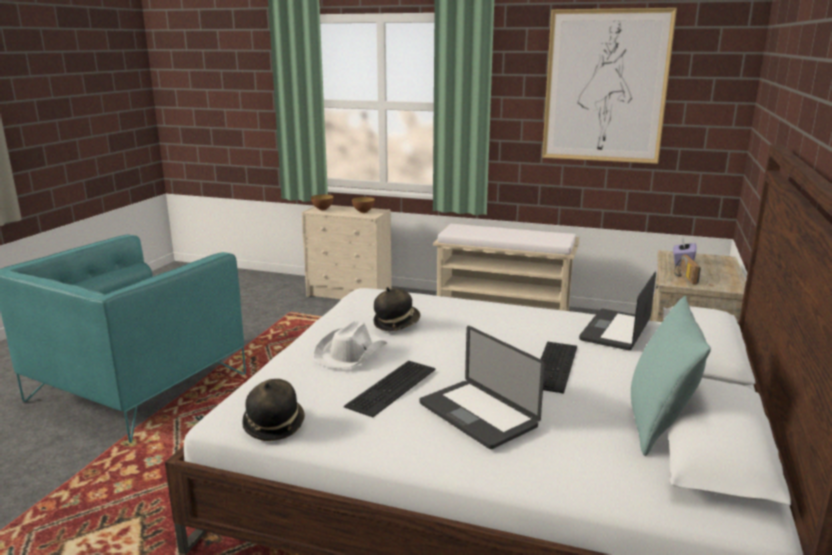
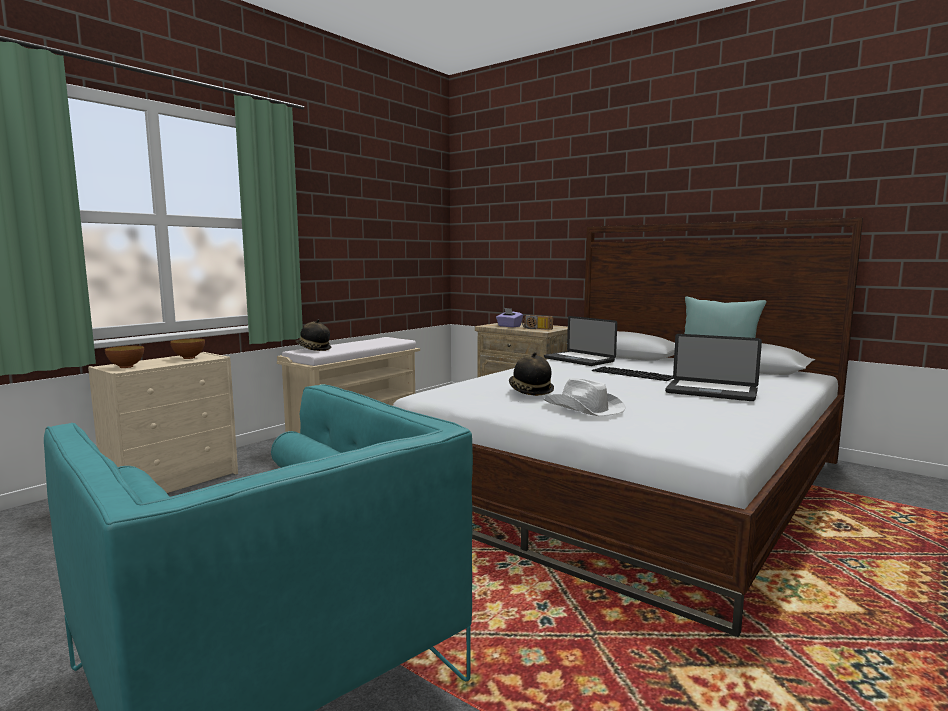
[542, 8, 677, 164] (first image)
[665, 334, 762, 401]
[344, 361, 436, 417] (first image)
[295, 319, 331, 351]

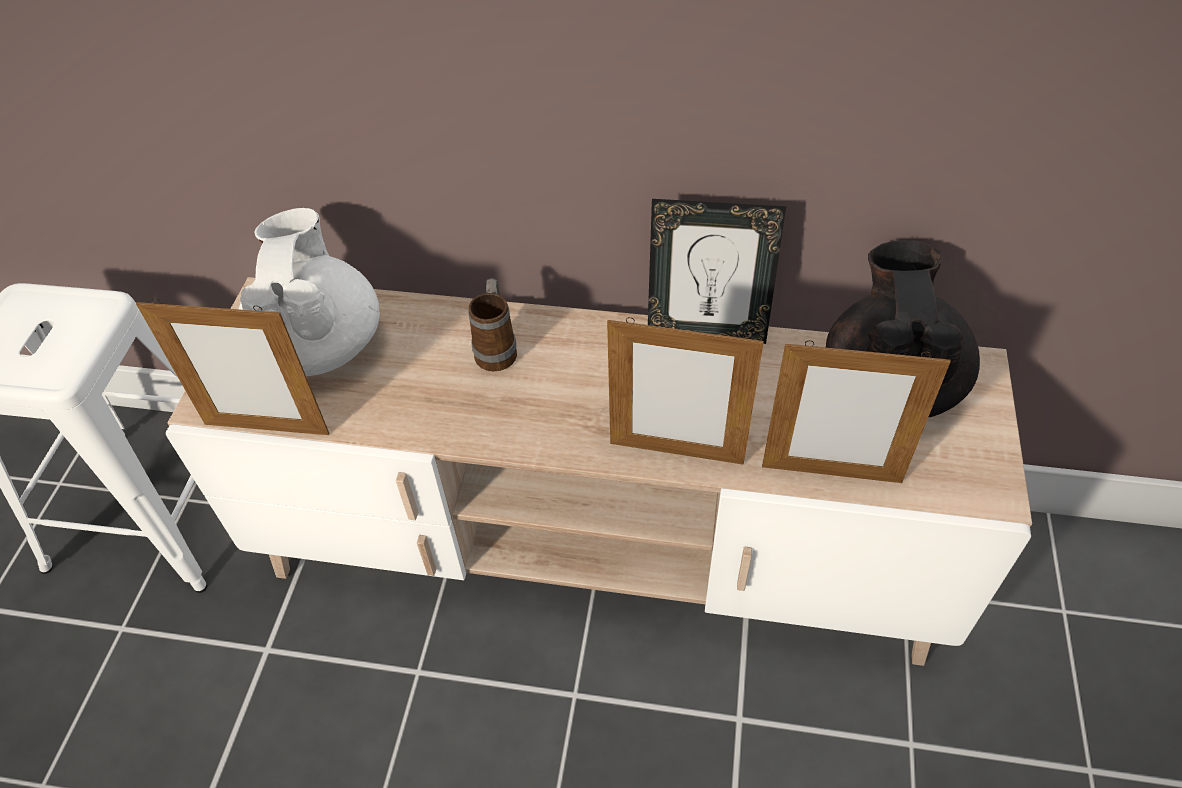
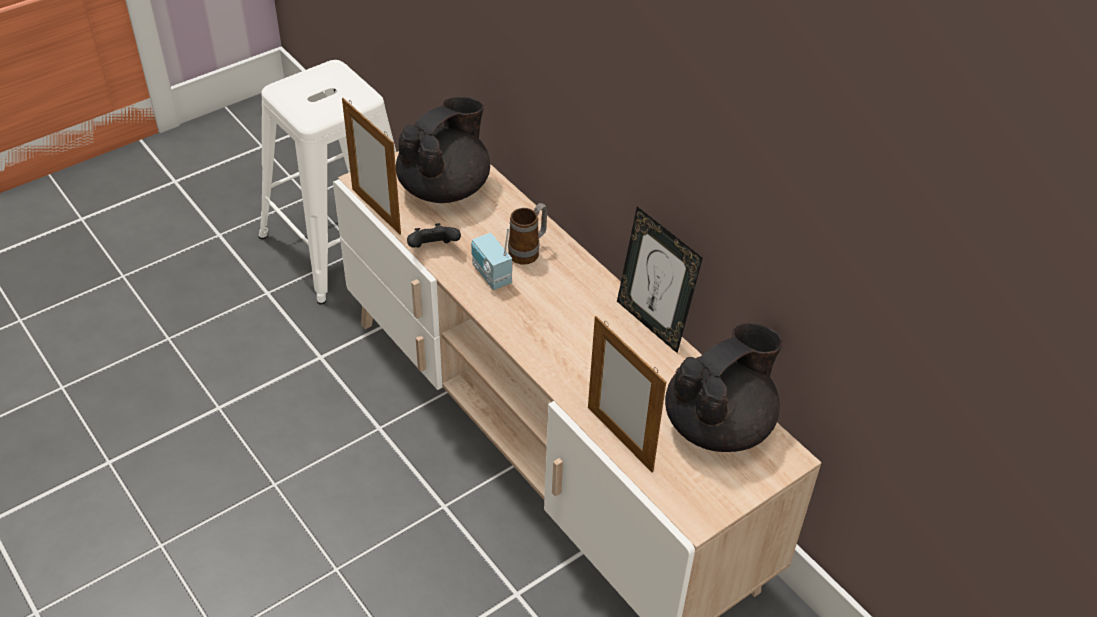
[396, 97, 490, 203]
[607, 317, 764, 465] (first image)
[407, 223, 461, 248]
[471, 227, 512, 290]

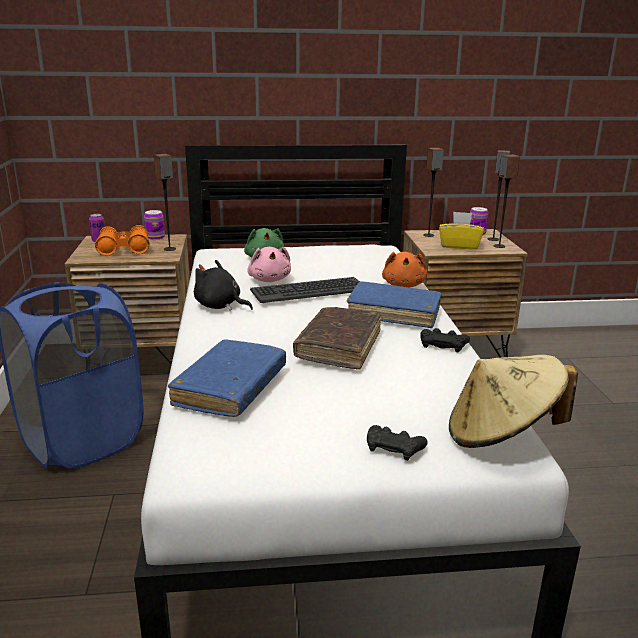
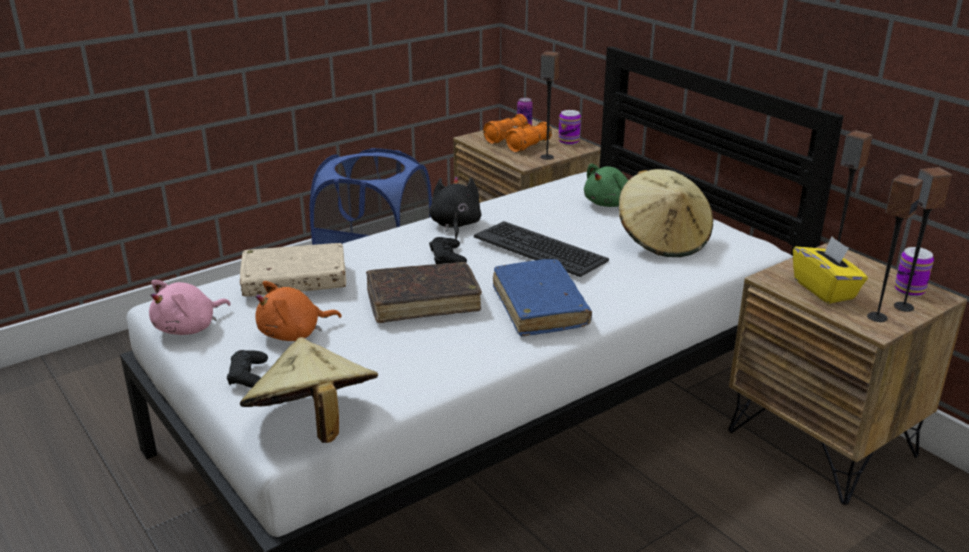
[149, 280, 231, 335]
[255, 281, 342, 341]
[429, 237, 467, 264]
[240, 243, 346, 297]
[619, 169, 713, 257]

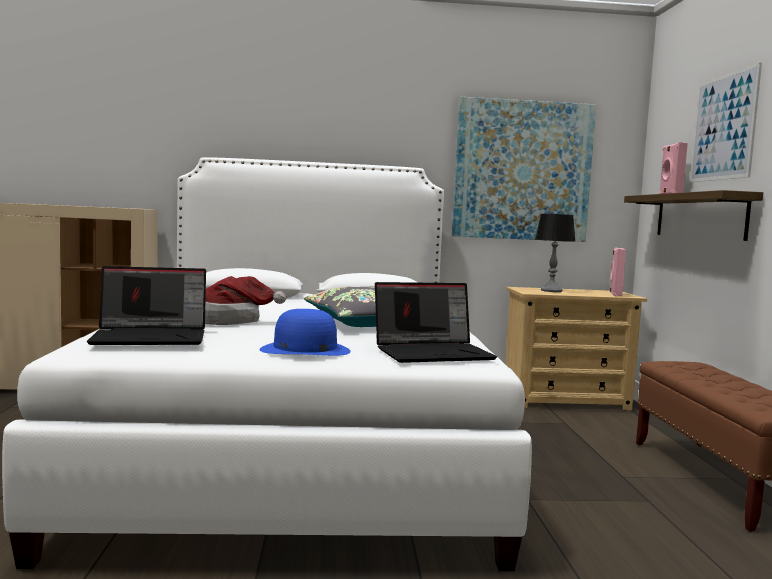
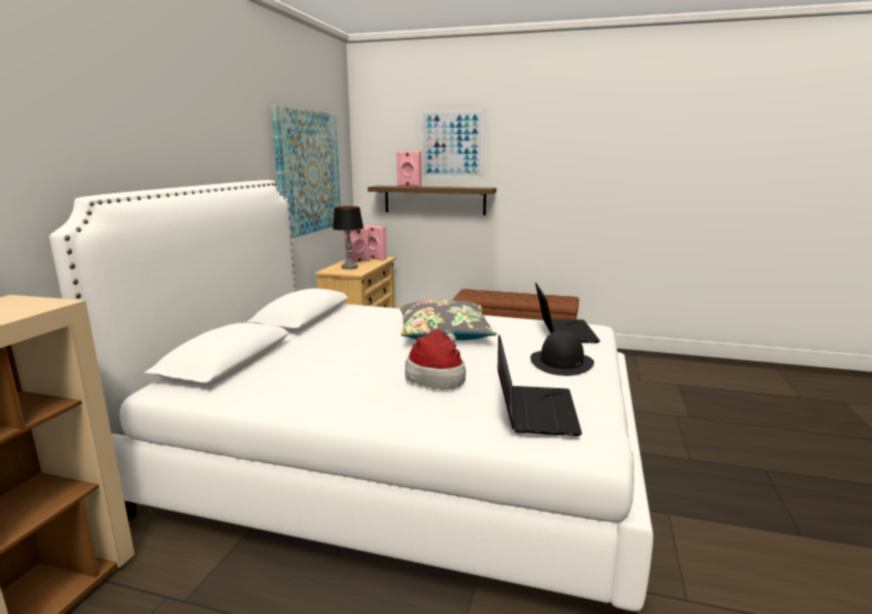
[530, 331, 594, 376]
[344, 227, 370, 263]

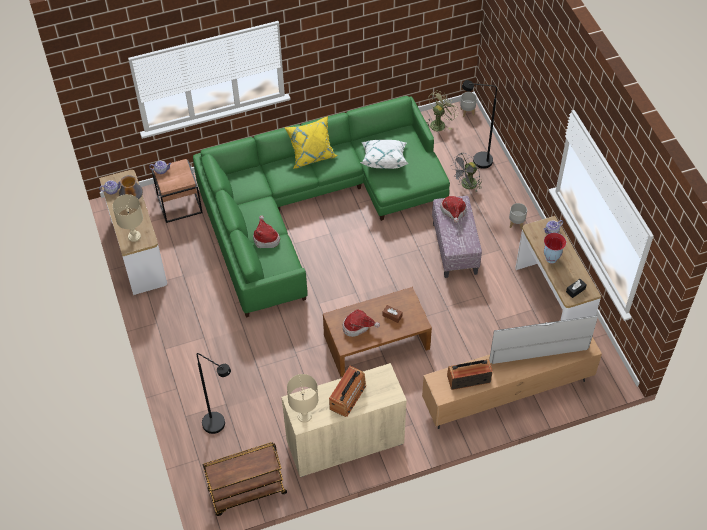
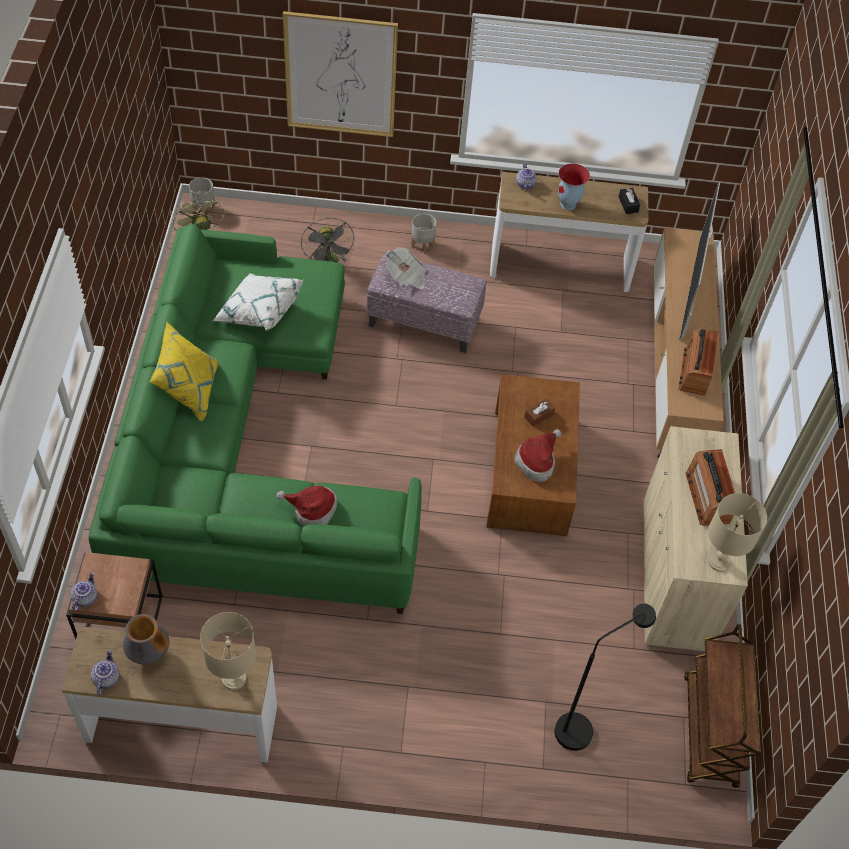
[462, 80, 497, 169] (first image)
[386, 247, 426, 289]
[685, 449, 735, 526]
[283, 11, 398, 137]

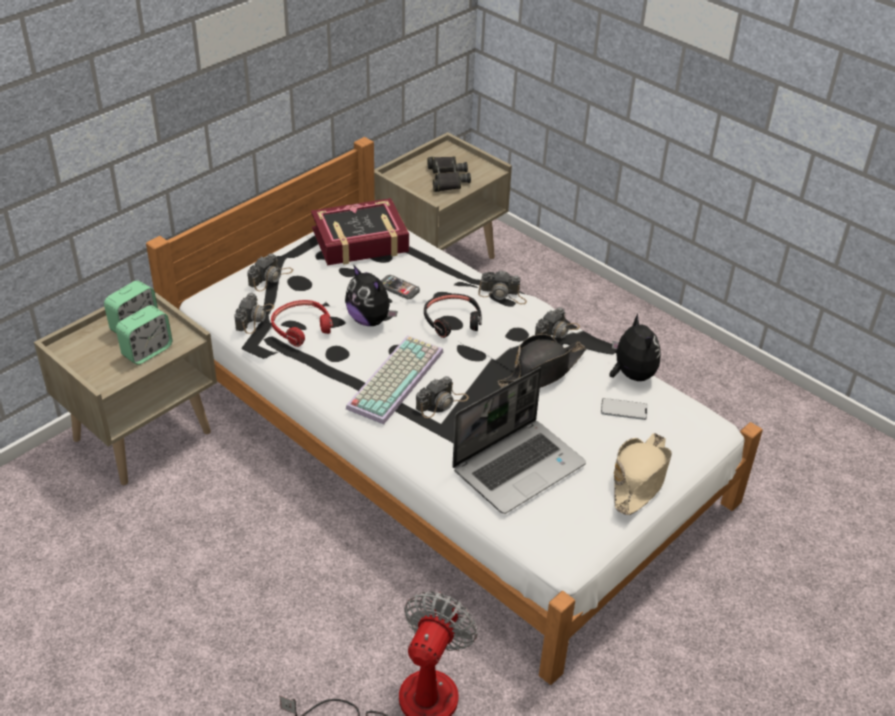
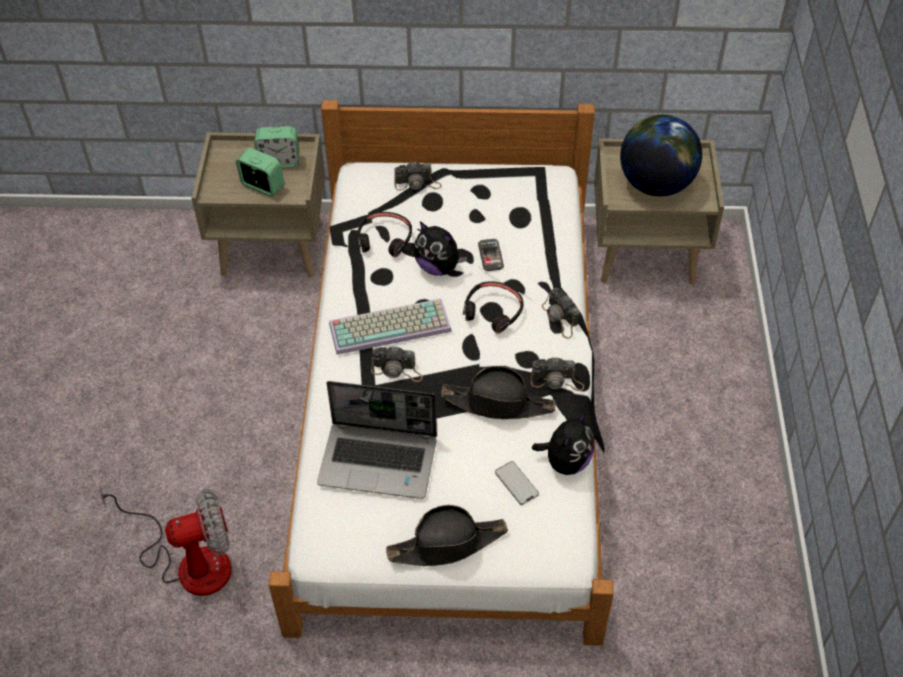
[620, 115, 702, 196]
[311, 198, 409, 265] (first image)
[414, 221, 467, 276]
[234, 293, 274, 334] (first image)
[357, 212, 412, 257]
[236, 147, 284, 197]
[386, 505, 508, 566]

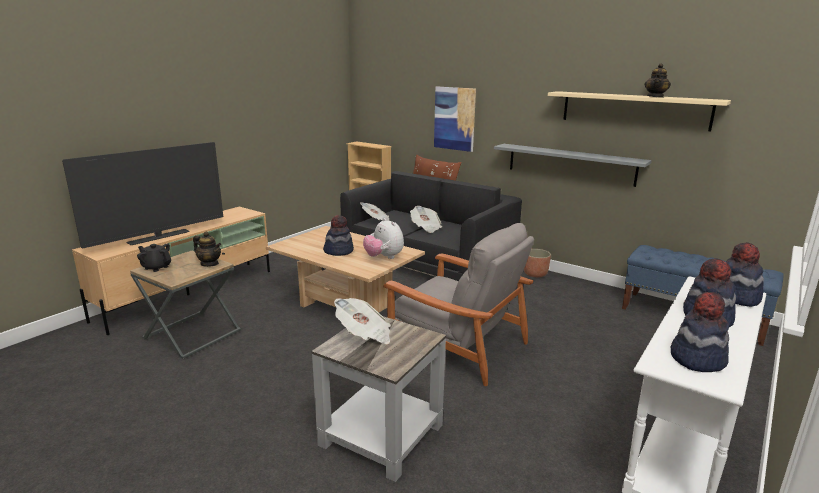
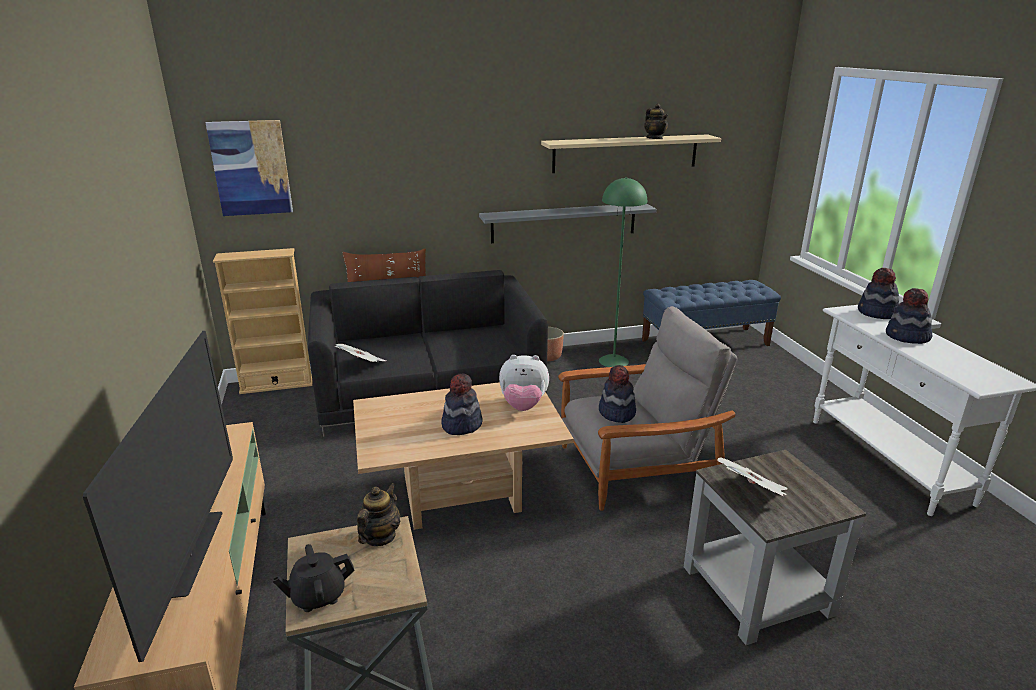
[205, 120, 293, 216]
[410, 206, 442, 233] (first image)
[357, 483, 400, 546]
[599, 365, 636, 423]
[599, 177, 647, 367]

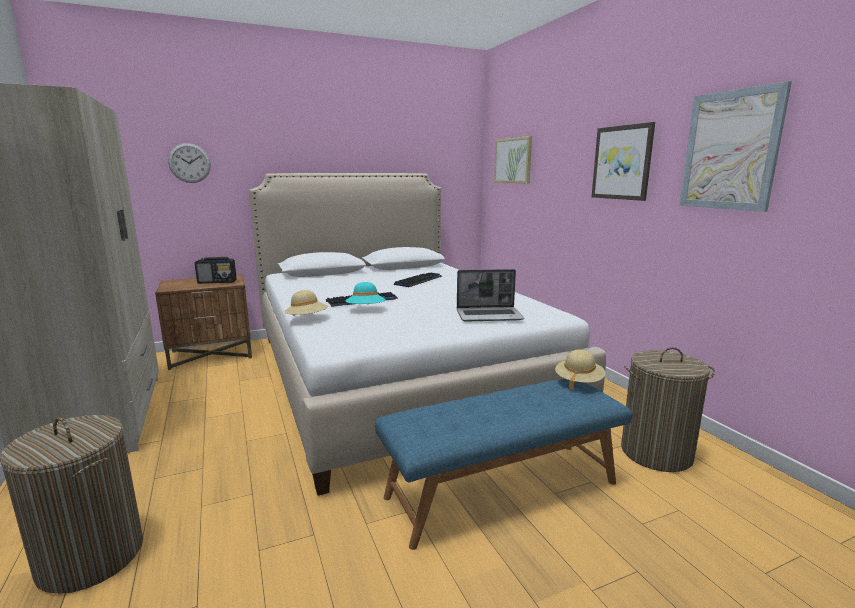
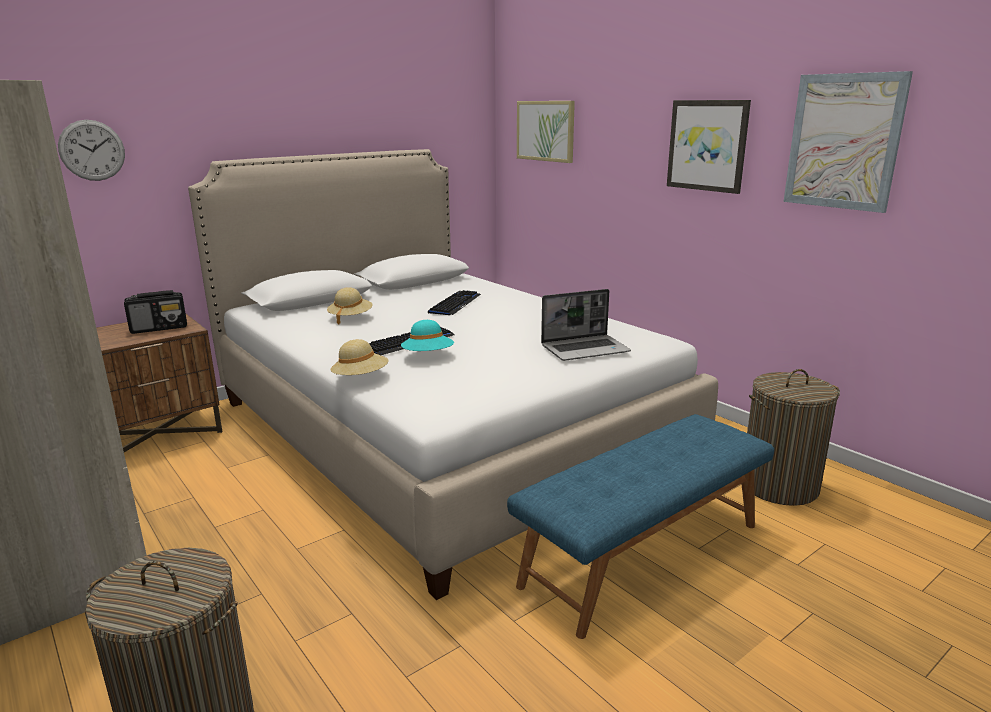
[327, 287, 372, 325]

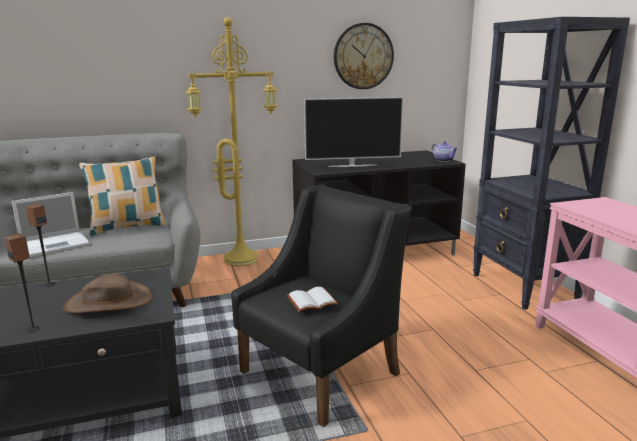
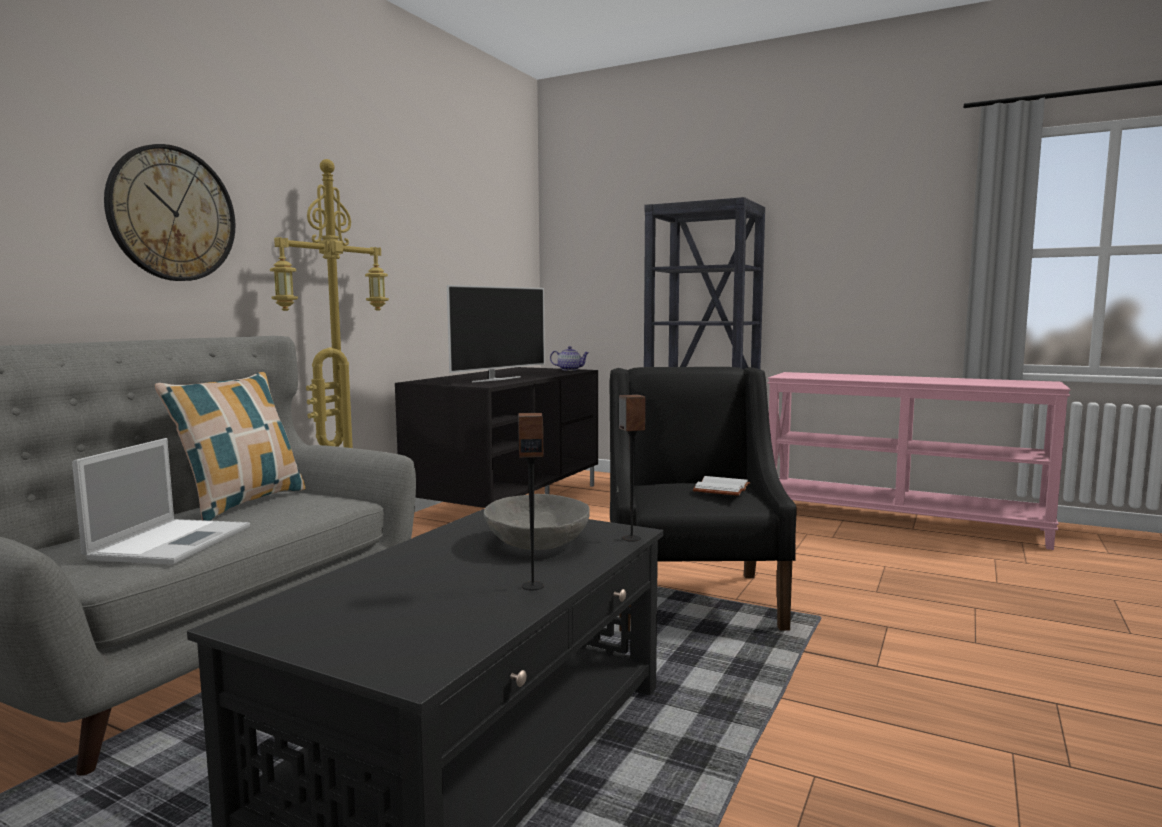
[104, 144, 235, 281]
[619, 394, 646, 542]
[484, 494, 590, 550]

